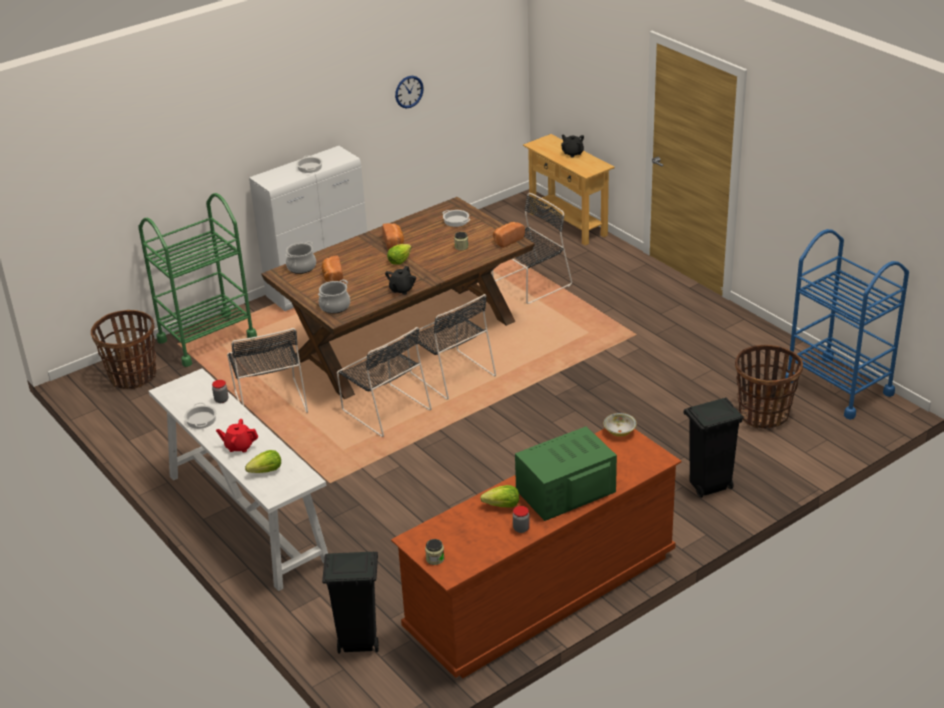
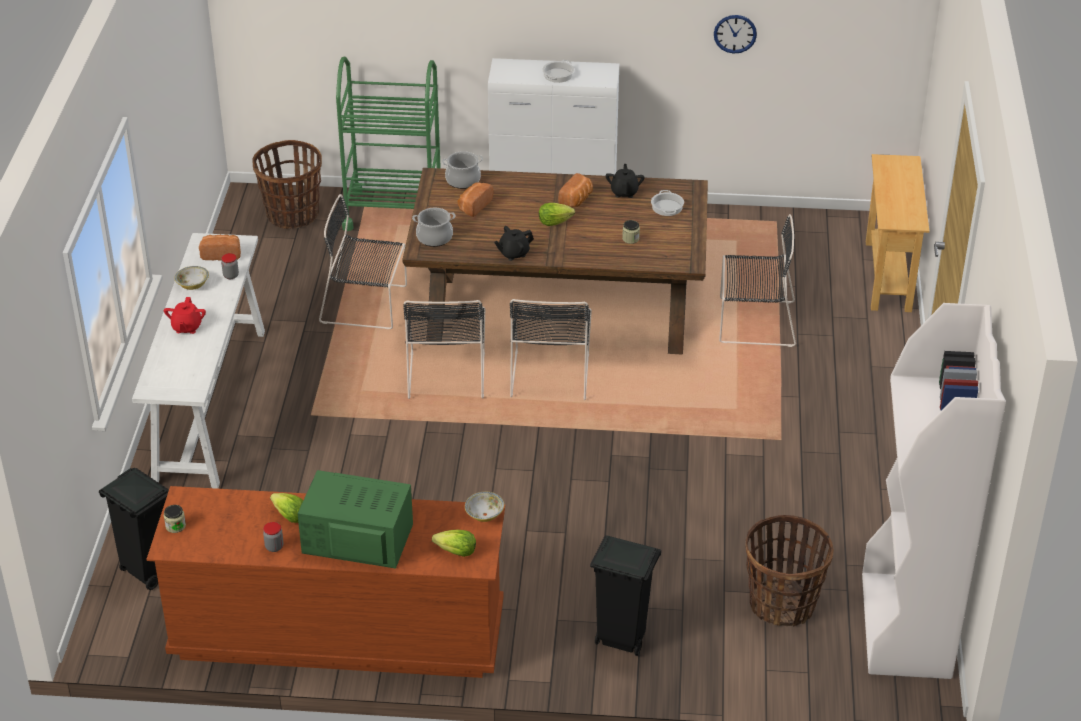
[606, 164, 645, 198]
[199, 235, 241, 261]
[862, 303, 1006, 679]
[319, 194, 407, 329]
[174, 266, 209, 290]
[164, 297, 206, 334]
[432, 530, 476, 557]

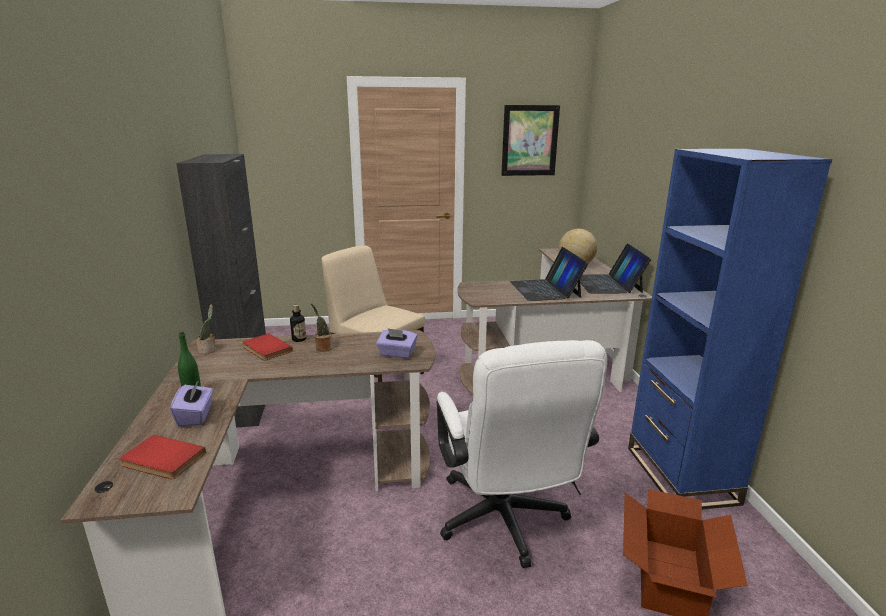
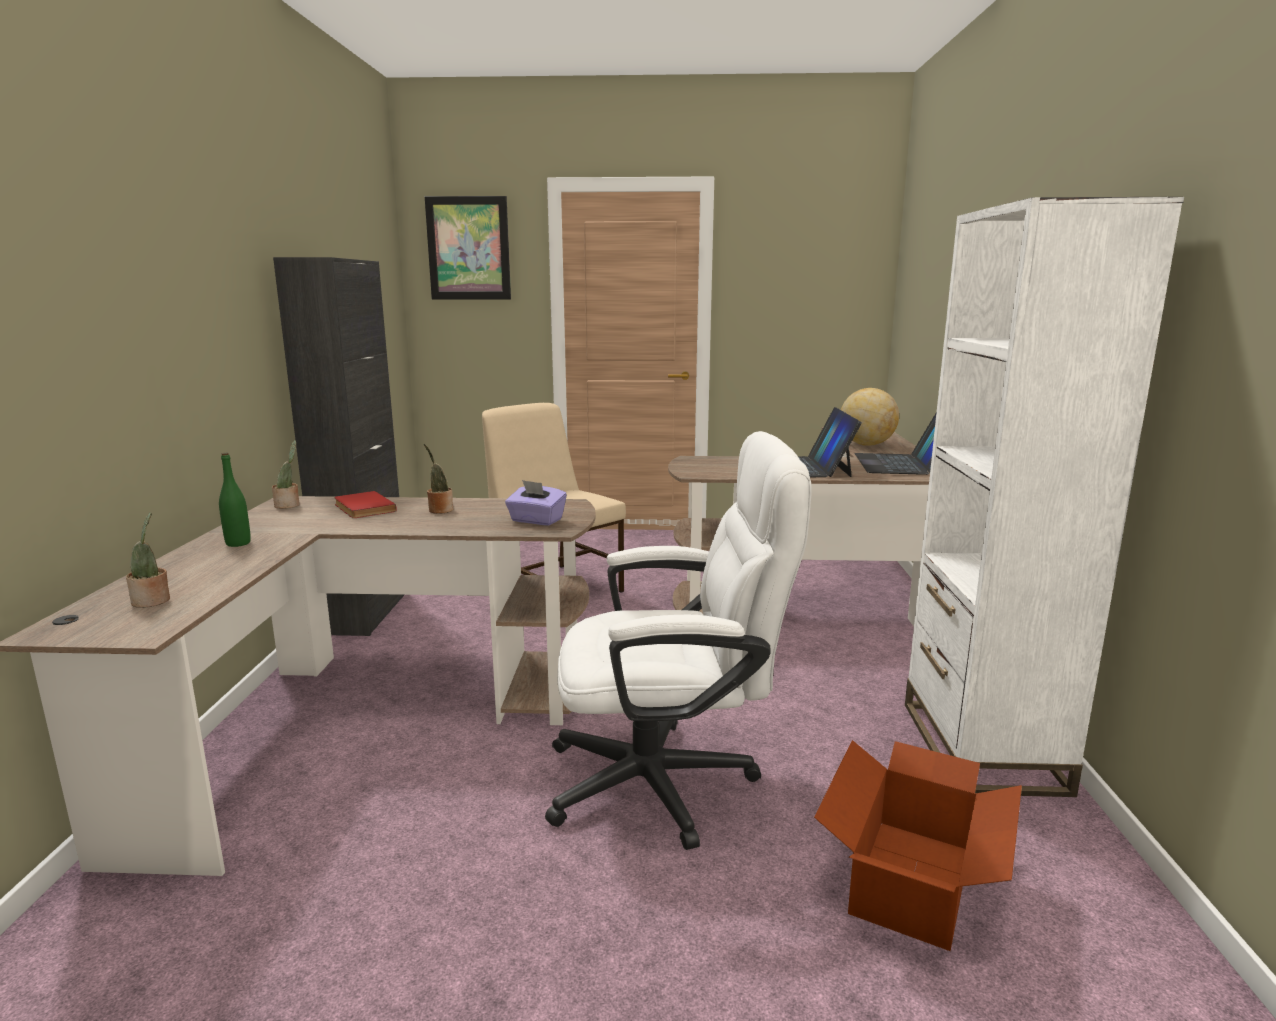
[425, 196, 511, 299]
[905, 197, 1184, 797]
[290, 305, 306, 342] (first image)
[545, 431, 812, 850]
[170, 380, 213, 427] (first image)
[126, 513, 170, 608]

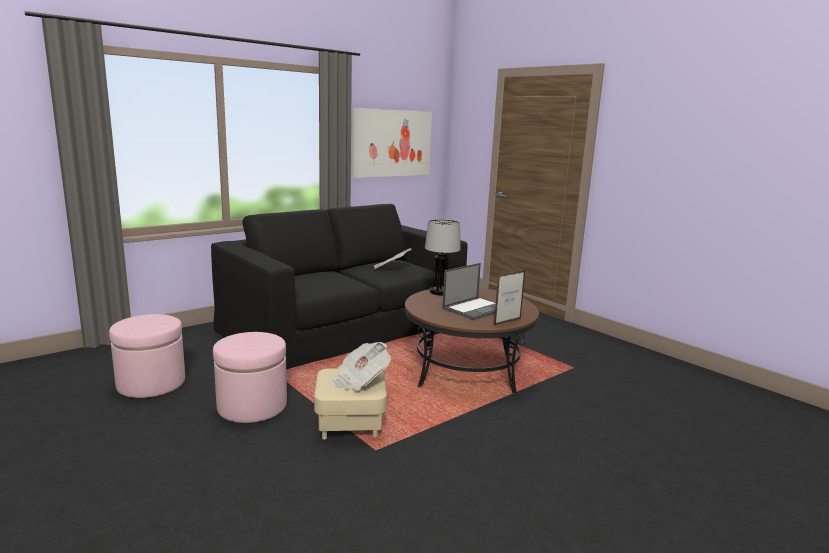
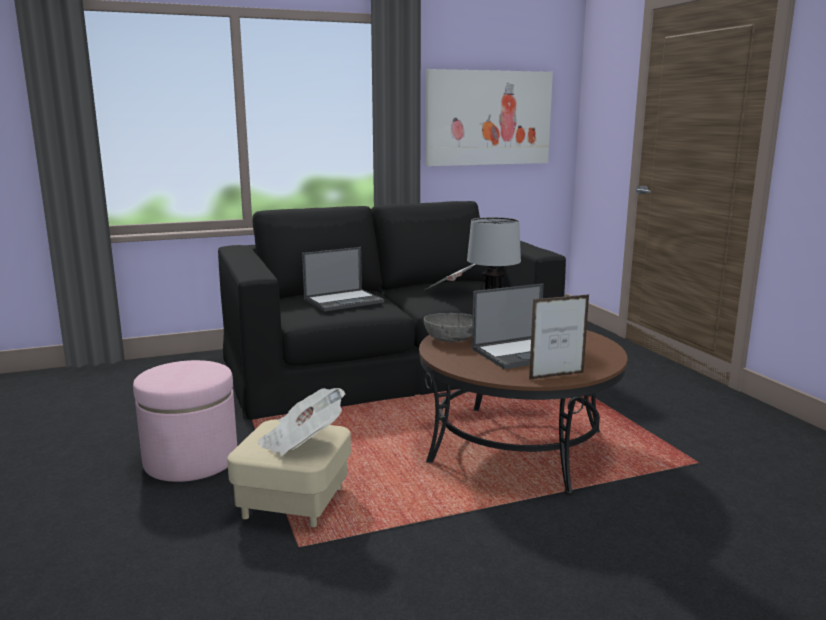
[109, 314, 185, 398] (first image)
[302, 247, 384, 311]
[424, 313, 473, 342]

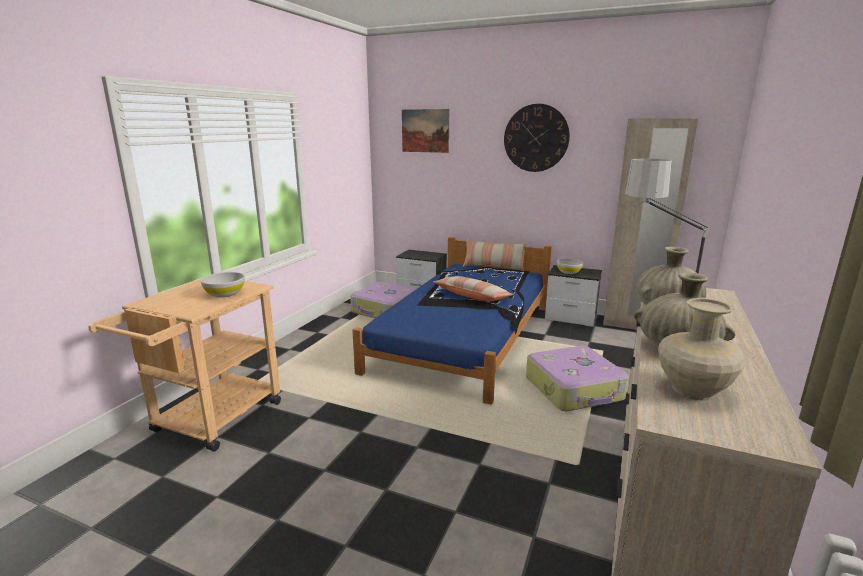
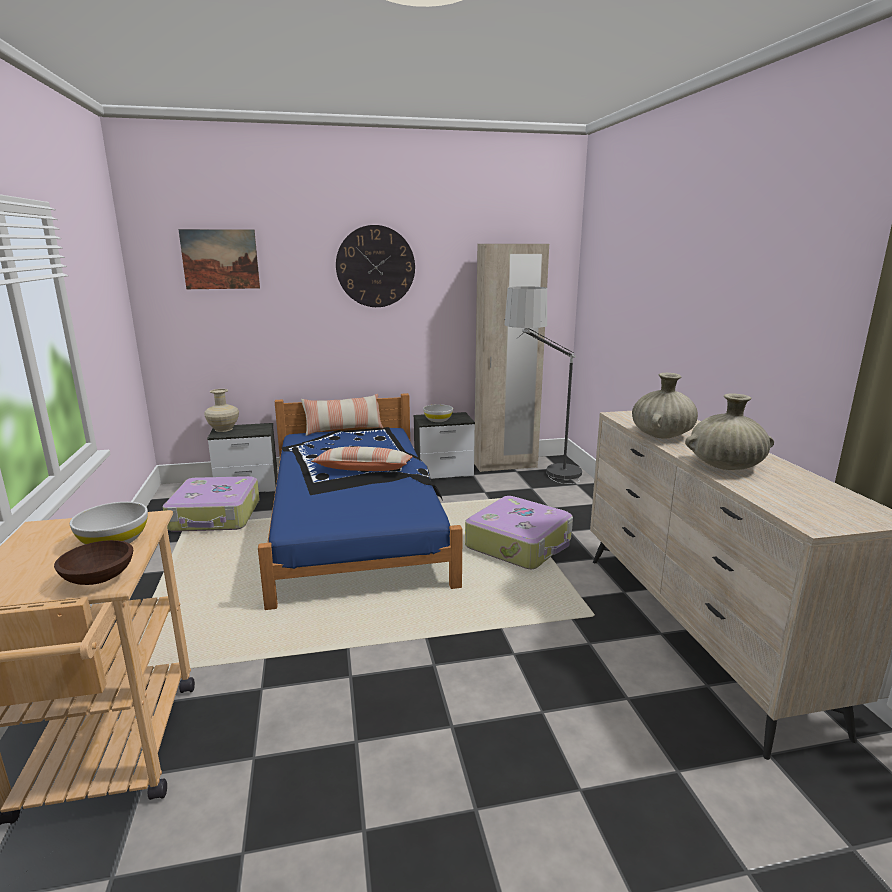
[204, 389, 239, 432]
[54, 540, 133, 585]

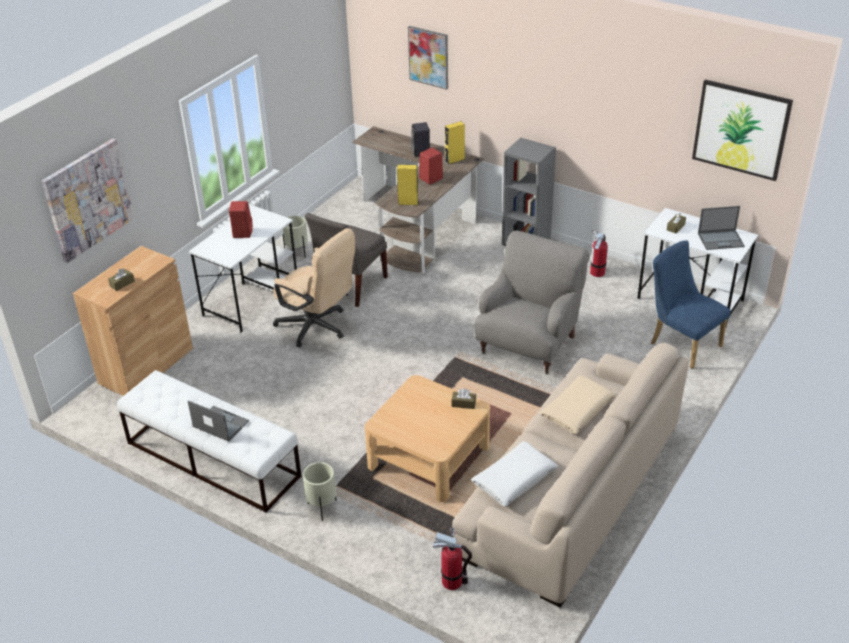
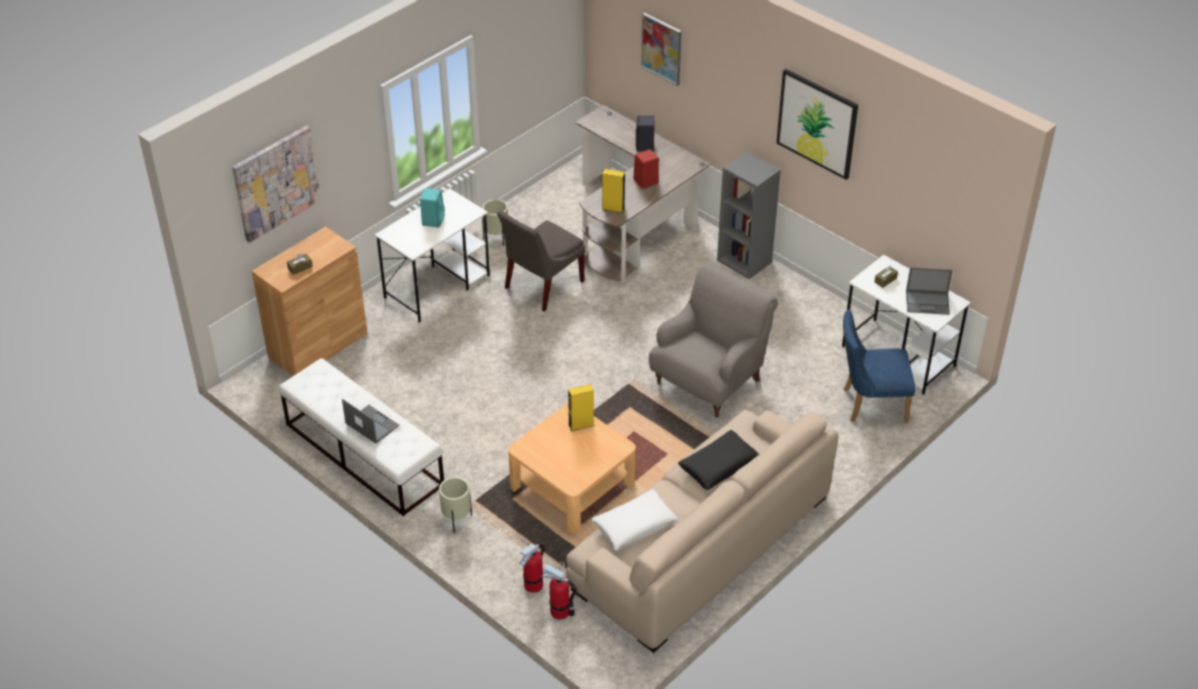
[776, 69, 858, 180]
[568, 384, 594, 431]
[420, 188, 445, 228]
[273, 228, 355, 347] (first image)
[520, 540, 545, 593]
[843, 309, 916, 423]
[678, 430, 759, 490]
[451, 389, 476, 409] (first image)

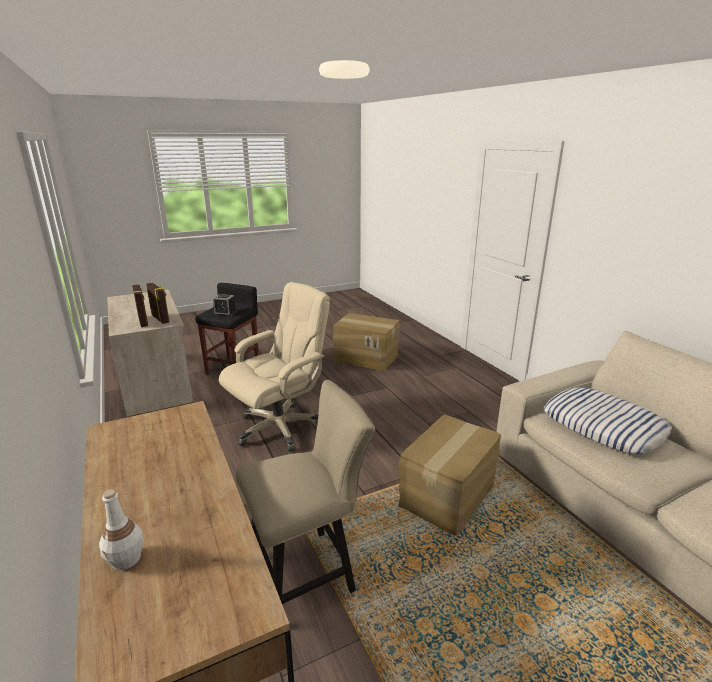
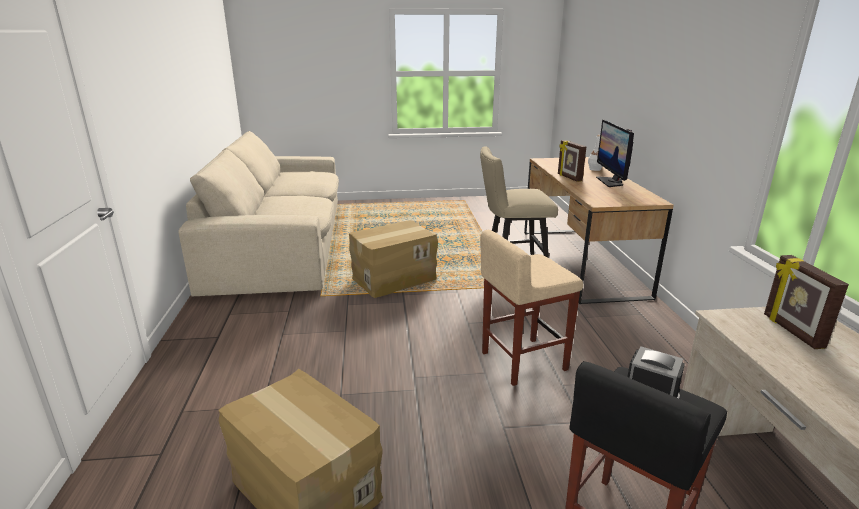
[480, 230, 583, 386]
[558, 140, 587, 182]
[544, 387, 672, 454] (first image)
[596, 119, 634, 187]

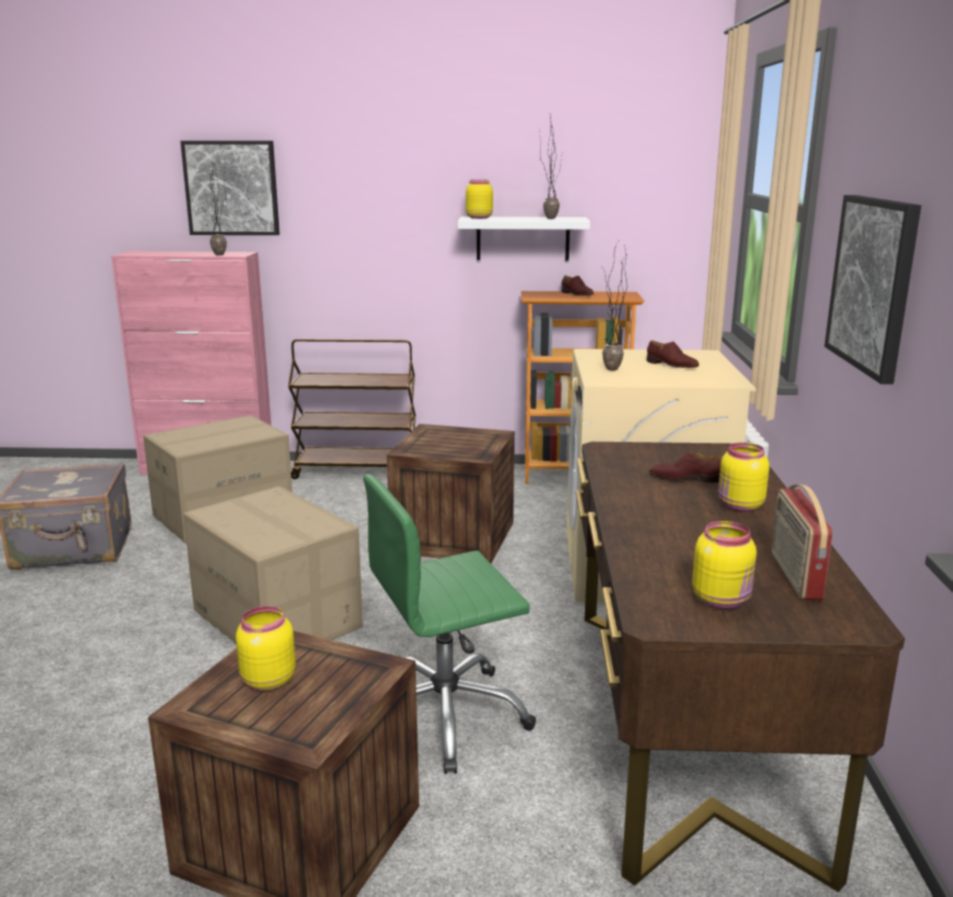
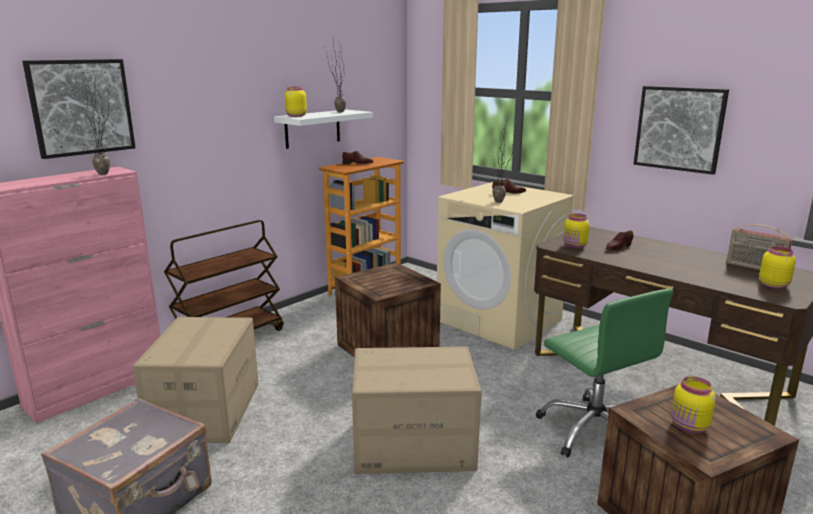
[564, 213, 590, 249]
[536, 289, 673, 457]

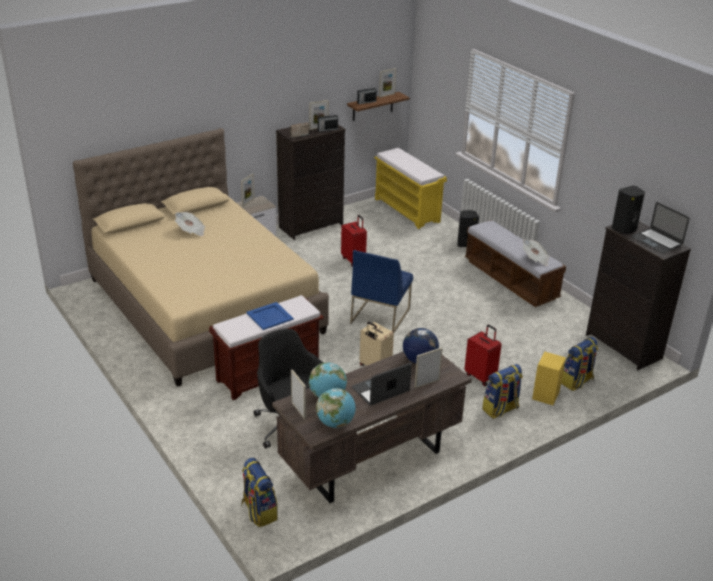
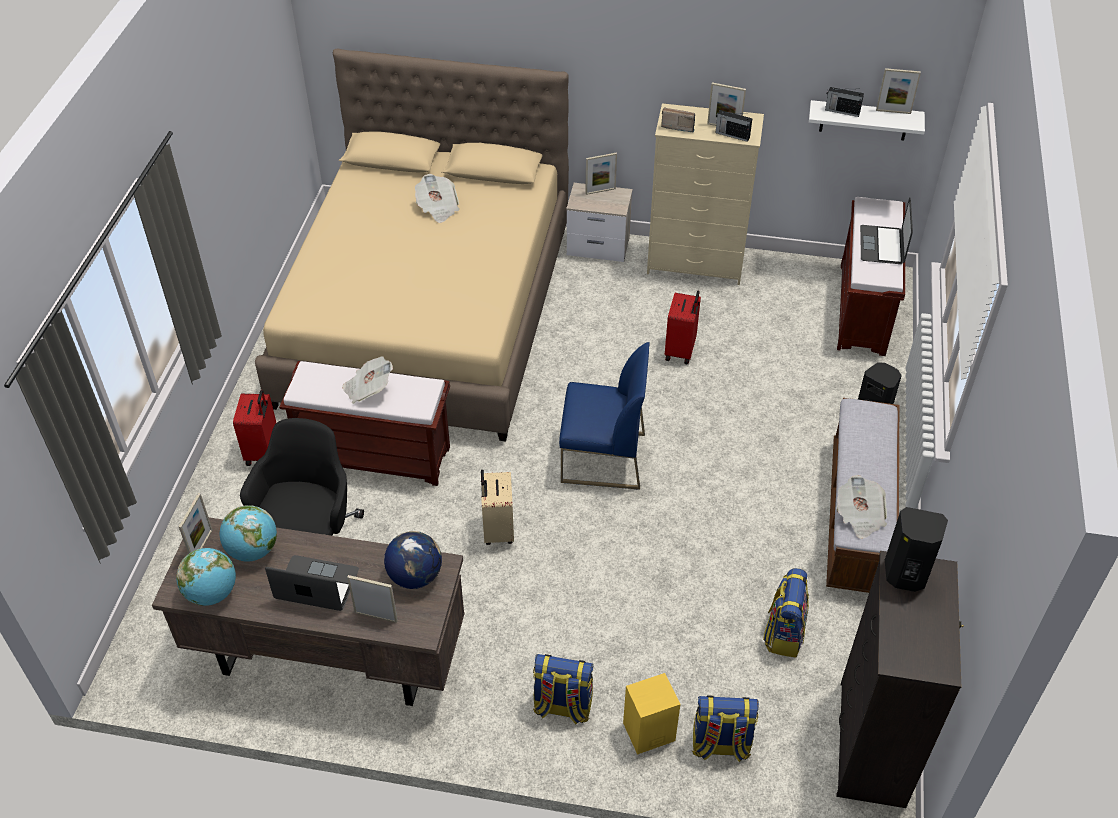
[809, 100, 925, 140]
[647, 104, 764, 285]
[837, 197, 905, 356]
[860, 197, 913, 264]
[559, 342, 650, 490]
[342, 356, 393, 404]
[233, 390, 276, 466]
[763, 568, 809, 657]

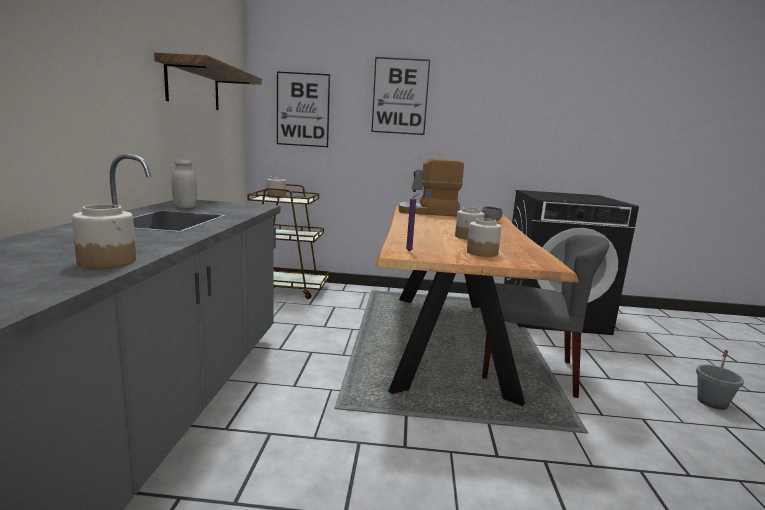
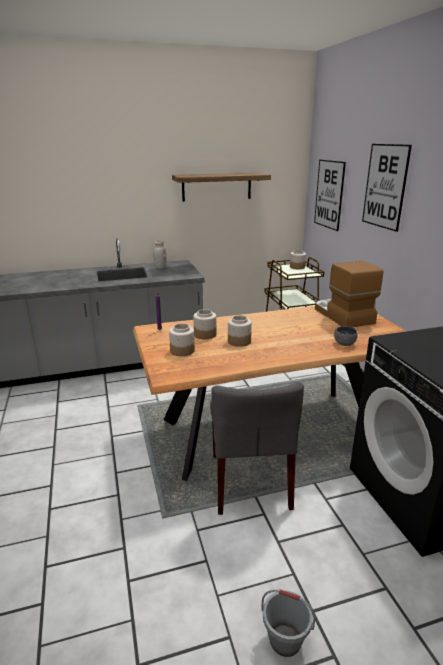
[193, 309, 217, 340]

